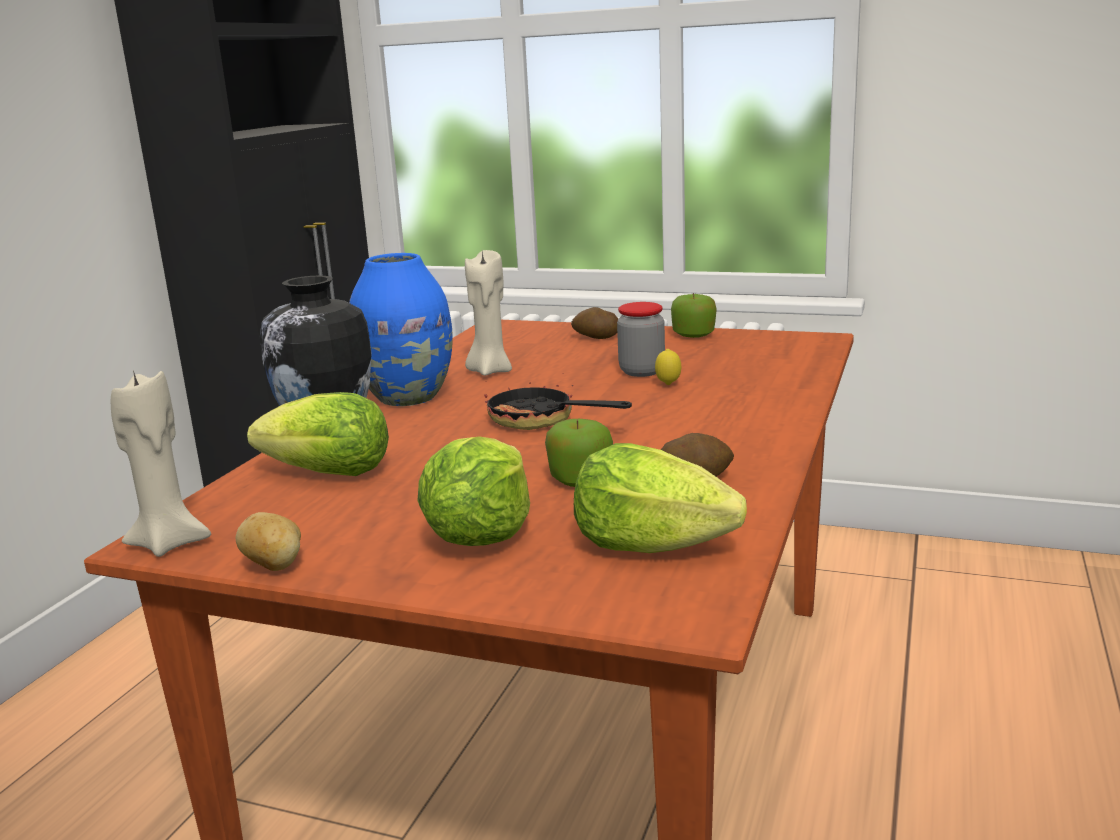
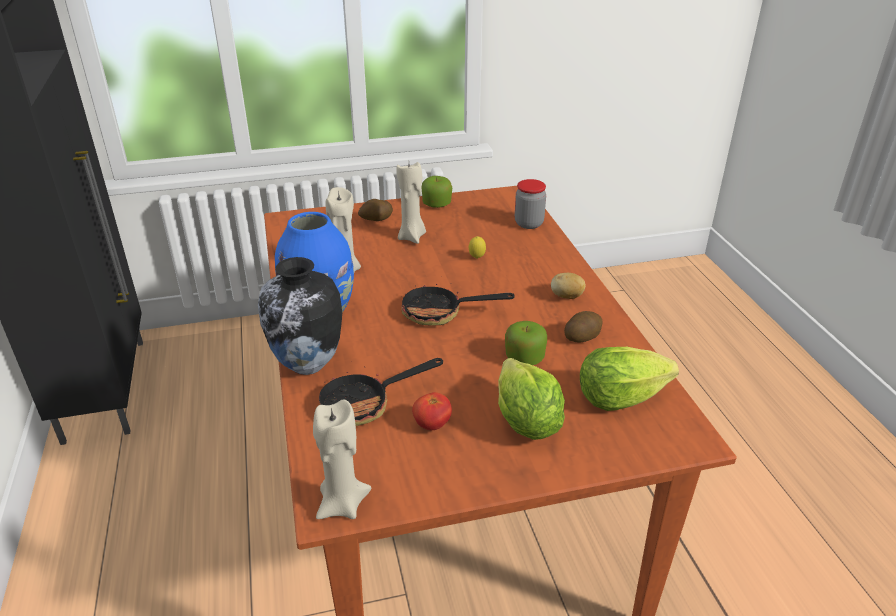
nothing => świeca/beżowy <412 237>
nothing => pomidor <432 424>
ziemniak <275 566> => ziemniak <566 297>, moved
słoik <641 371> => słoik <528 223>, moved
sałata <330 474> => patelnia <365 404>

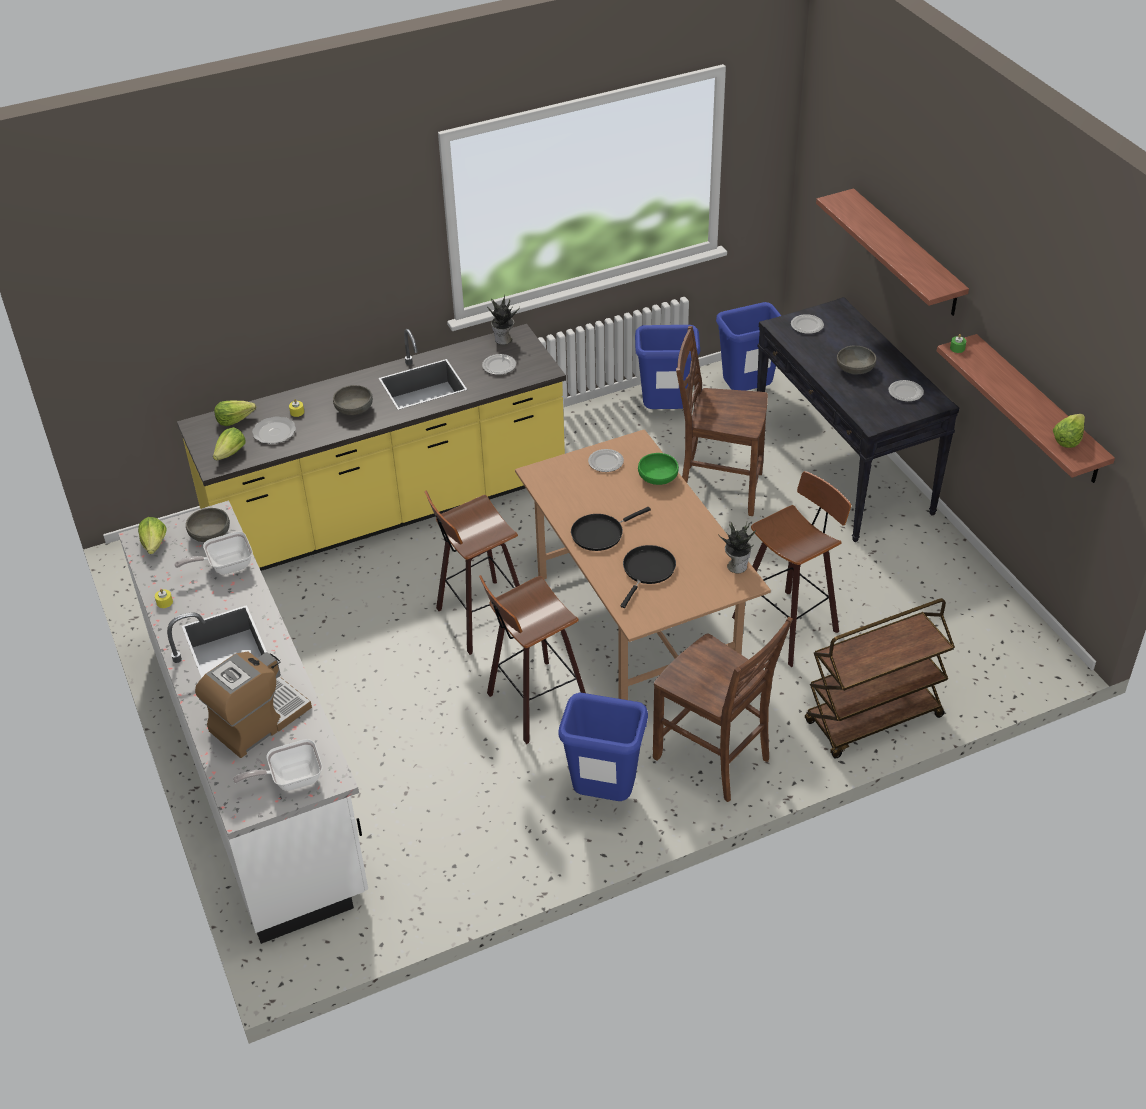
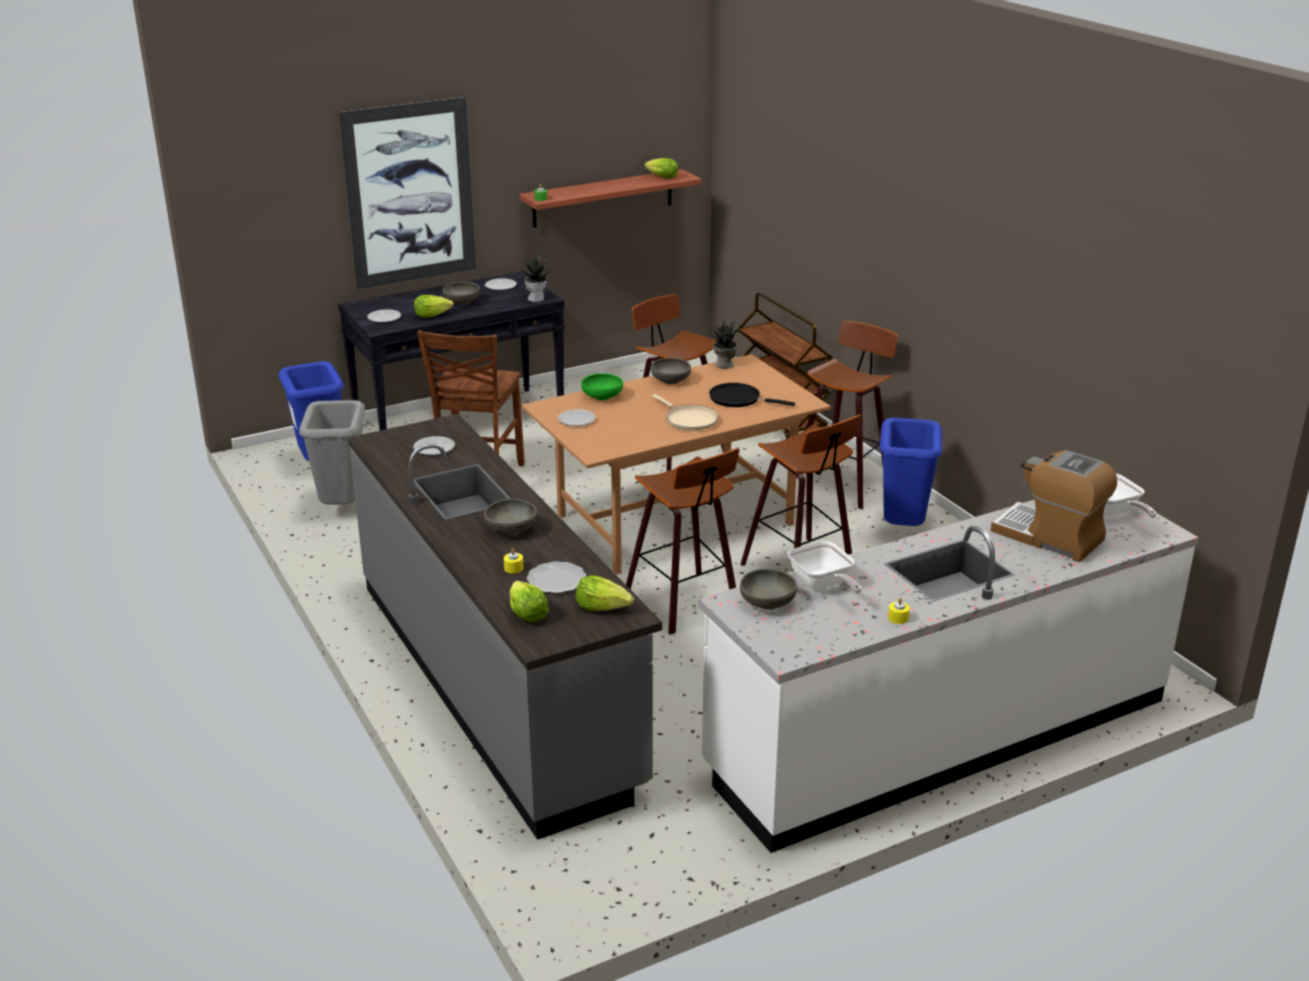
nothing => miska/szary <670 380>
sałata <154 544> => sałata <432 315>, moved
roślina doniczkowa <503 340> => roślina doniczkowa <536 298>, moved
krzesło/brązowy <714 759> => stołek <843 483>
półka <906 253> => obraz <410 193>
zabudowa kuchenna/żółty <389 511> => zabudowa kuchenna/szary <497 682>
patelnia/czarny <600 533> => patelnia/beżowy <689 420>
kosz na śmieci/niebieski <666 413> => kosz na śmieci/szary <343 509>

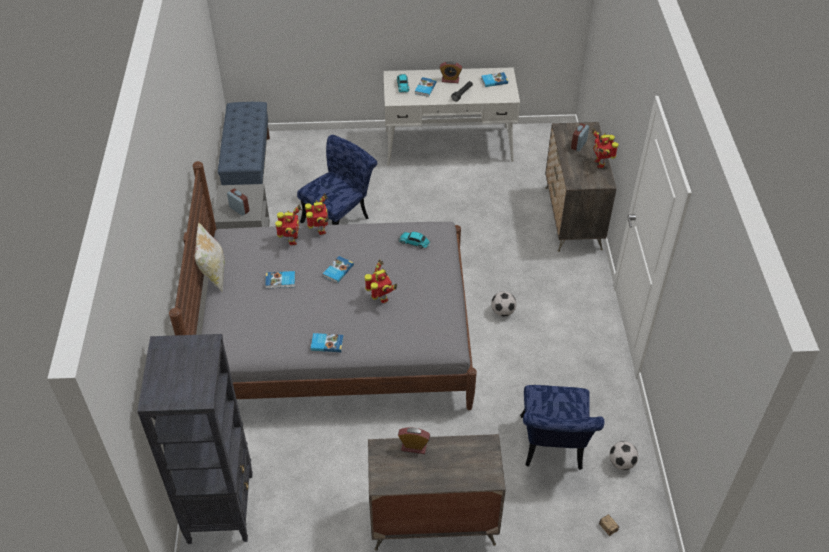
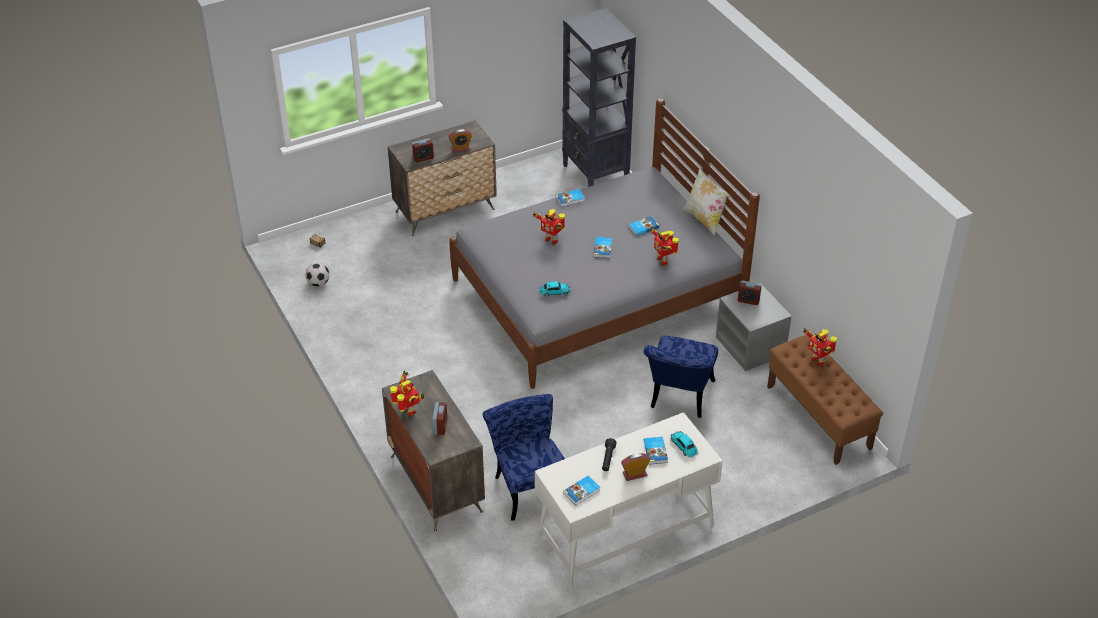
piłka futbolowa <503 312> => nothing
nothing => budzik <423 158>
robot zabawkowy <320 230> => robot zabawkowy <818 360>, moved
krzesło/niebieski <552 448> => krzesło/niebieski <528 485>, moved
ławka/niebieski <248 170> => ławka/brązowy <819 417>

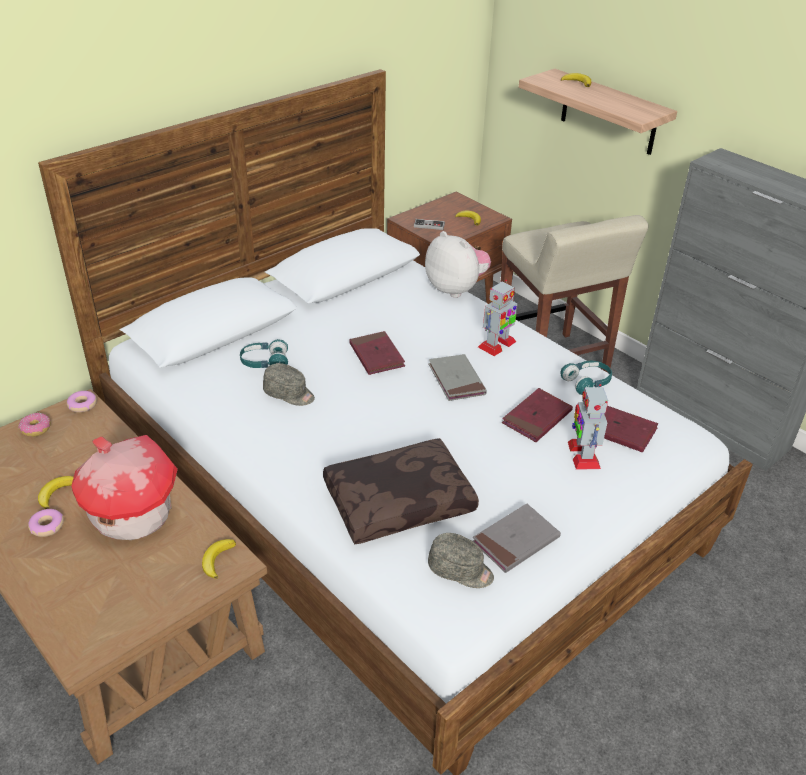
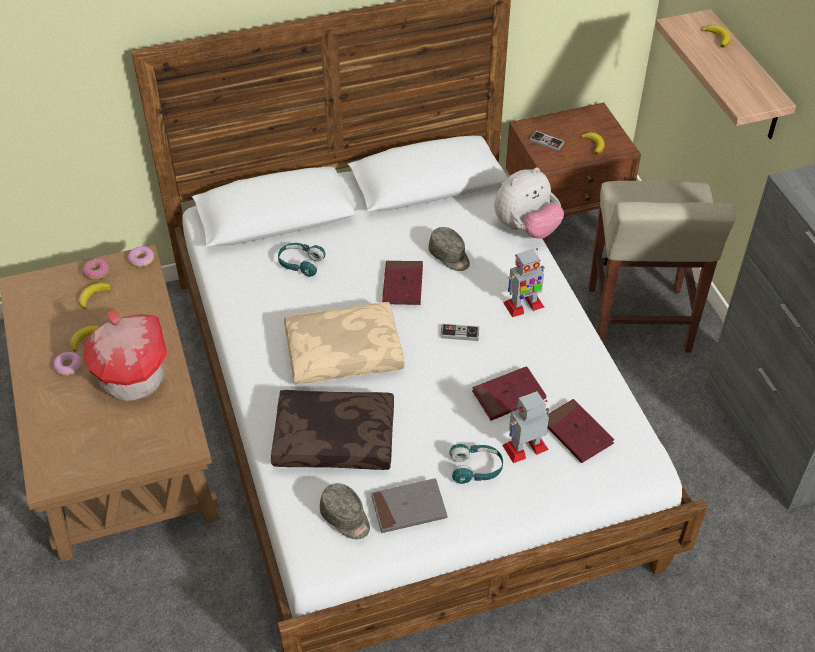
nothing => poduszka/beżowy <344 351>
banan <217 560> => banan <93 296>, moved
czapka z daszkiem/szary <289 394> => czapka z daszkiem/szary <449 256>, moved
słuchawki/turkusowy <587 383> => słuchawki/turkusowy <476 469>, moved
książka/szary <456 380> => pad do gier <459 333>
pluszak <456 289> => pluszak <526 228>, 75 degrees clockwise
robot zabawkowy <583 454> => robot zabawkowy <525 447>, 45 degrees clockwise

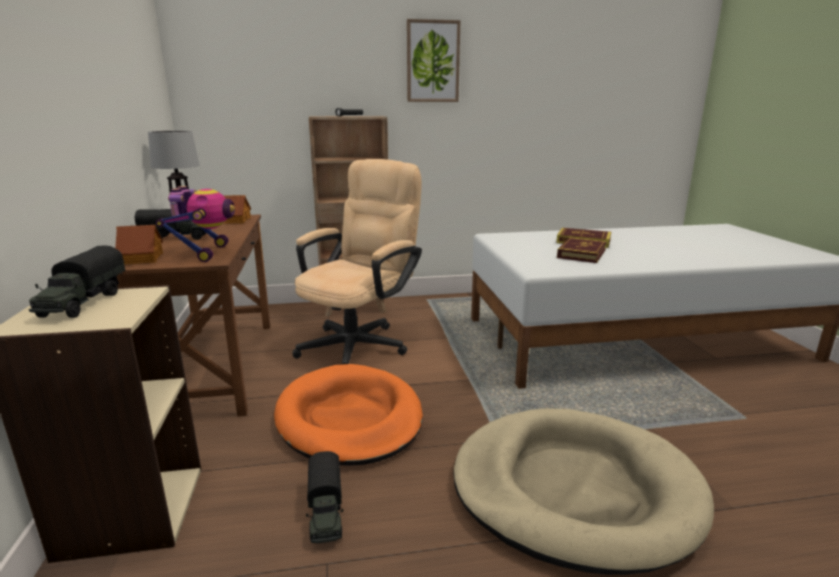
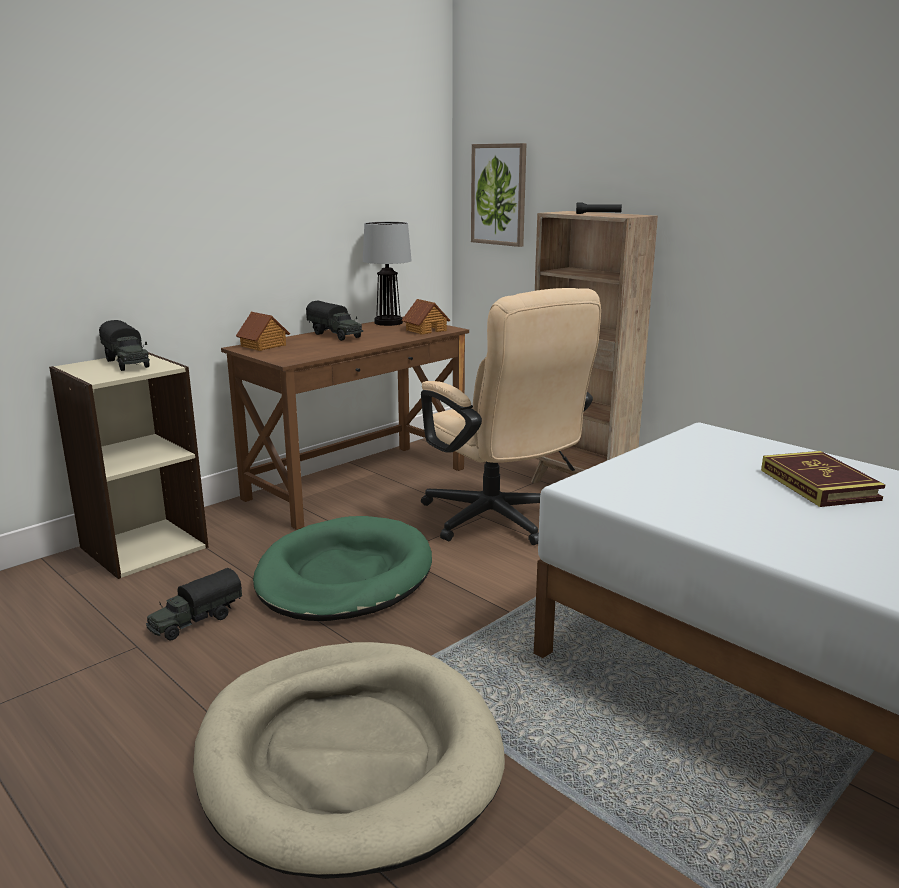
robot zabawkowy <205 253> => nothing
książka <581 253> => nothing
obraz <432 62> => obraz <499 194>, moved
legowisko/pomarańczowy <349 418> => legowisko/zielony <344 576>
ciężarówka zabawkowa <83 303> => ciężarówka zabawkowa <127 363>, 90 degrees counterclockwise
krzesło biurowe/beżowy <360 343> => krzesło biurowe/beżowy <500 522>, 60 degrees clockwise

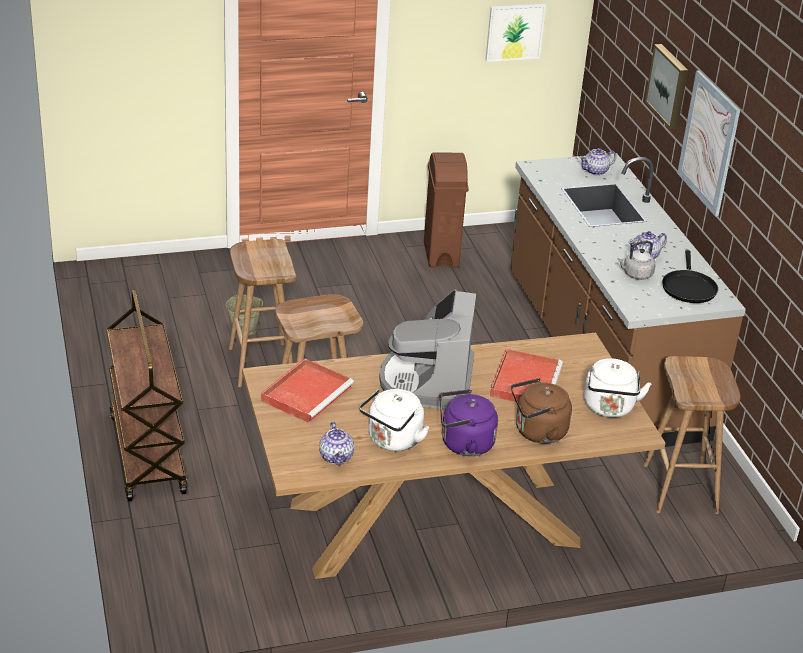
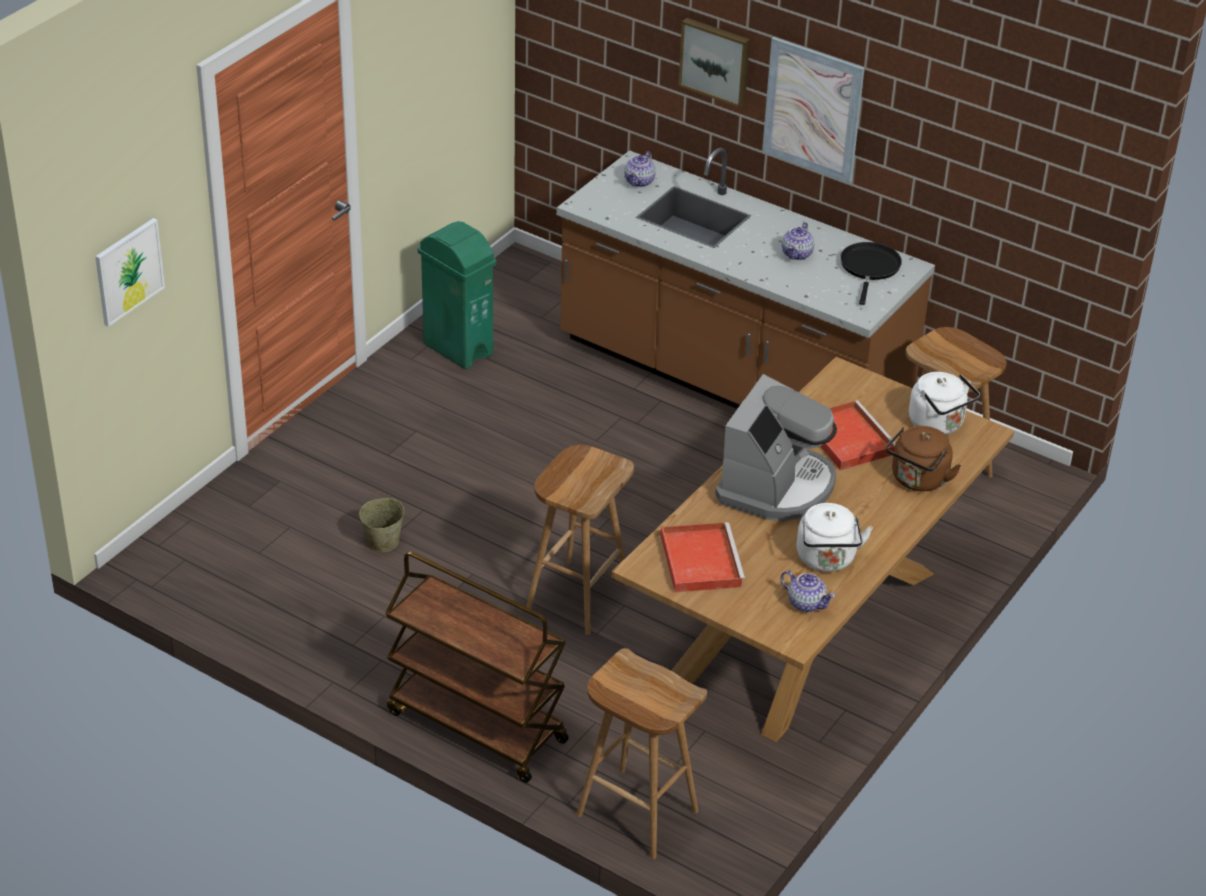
czajnik/fioletowy <463 444> => nothing
czajnik/szary <636 275> => nothing
stołek/brązowy <260 364> => stołek/brązowy <635 813>, moved
obraz <514 32> => obraz <128 271>, moved
kosz na śmieci/brązowy <441 254> => kosz na śmieci/zielony <458 349>
ekspres do kawy <428 381> => ekspres do kawy <776 486>, 120 degrees counterclockwise
patelnia/czarny <688 287> => patelnia/czarny <869 268>, 135 degrees counterclockwise

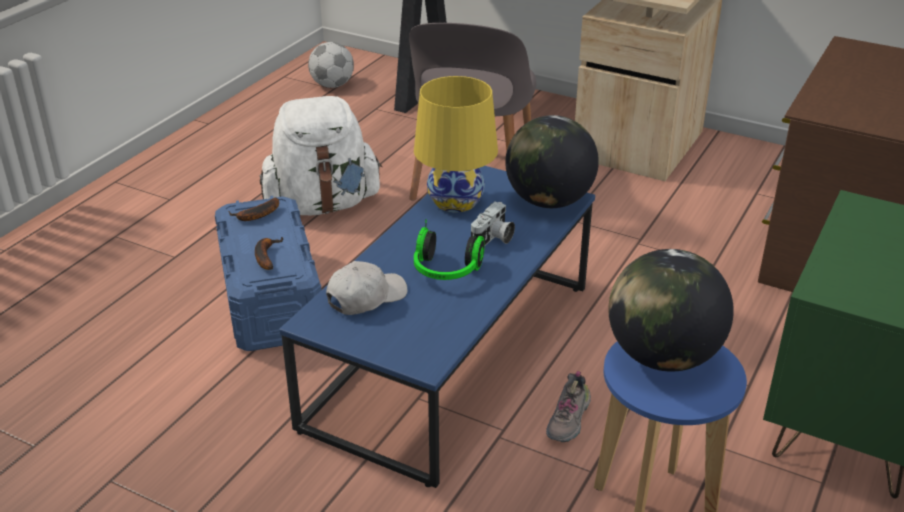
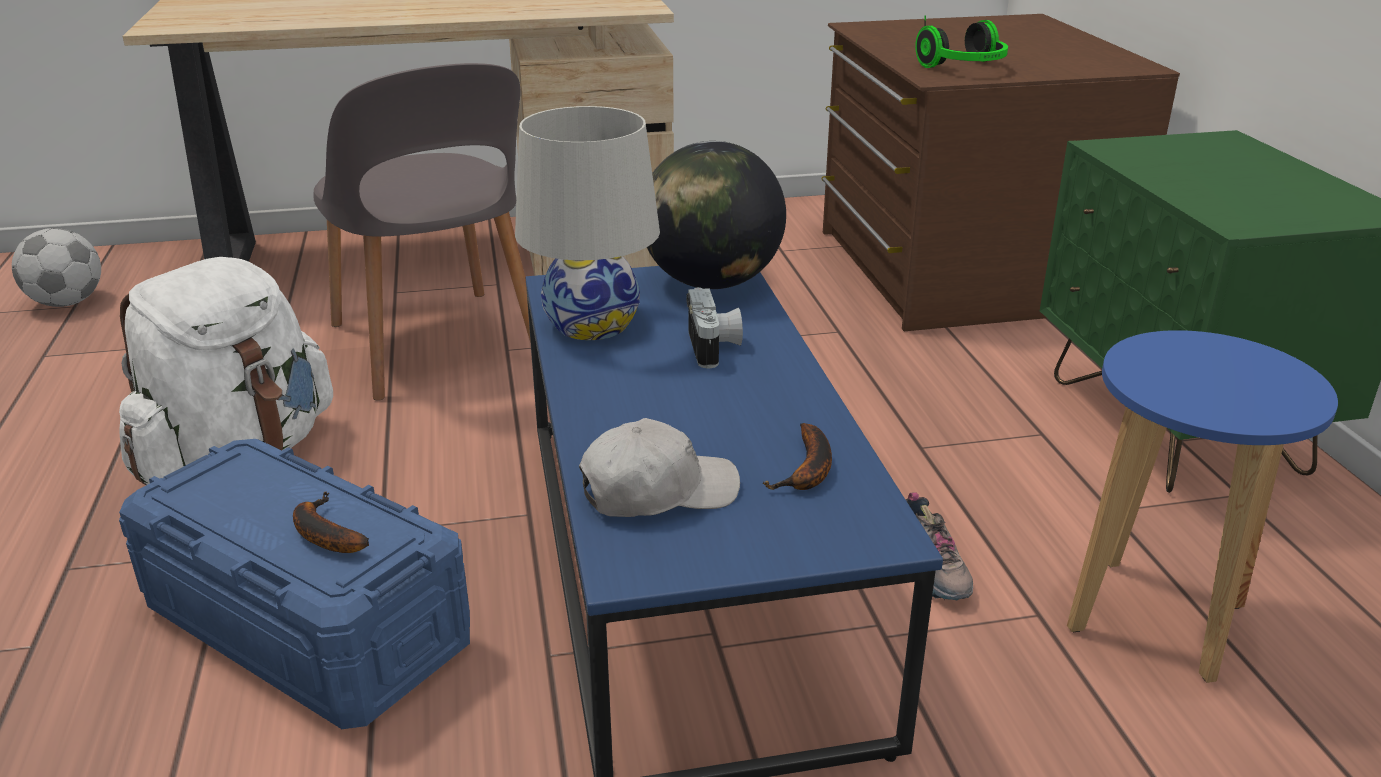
globus <663 357> => nothing
banan <256 216> => banan <808 470>, moved
słuchawki <445 271> => słuchawki <965 68>, moved
lampa stołowa/żółty <455 201> => lampa stołowa/biały <591 324>
czapka z daszkiem/biały <366 297> => czapka z daszkiem/biały <658 491>, 60 degrees clockwise

